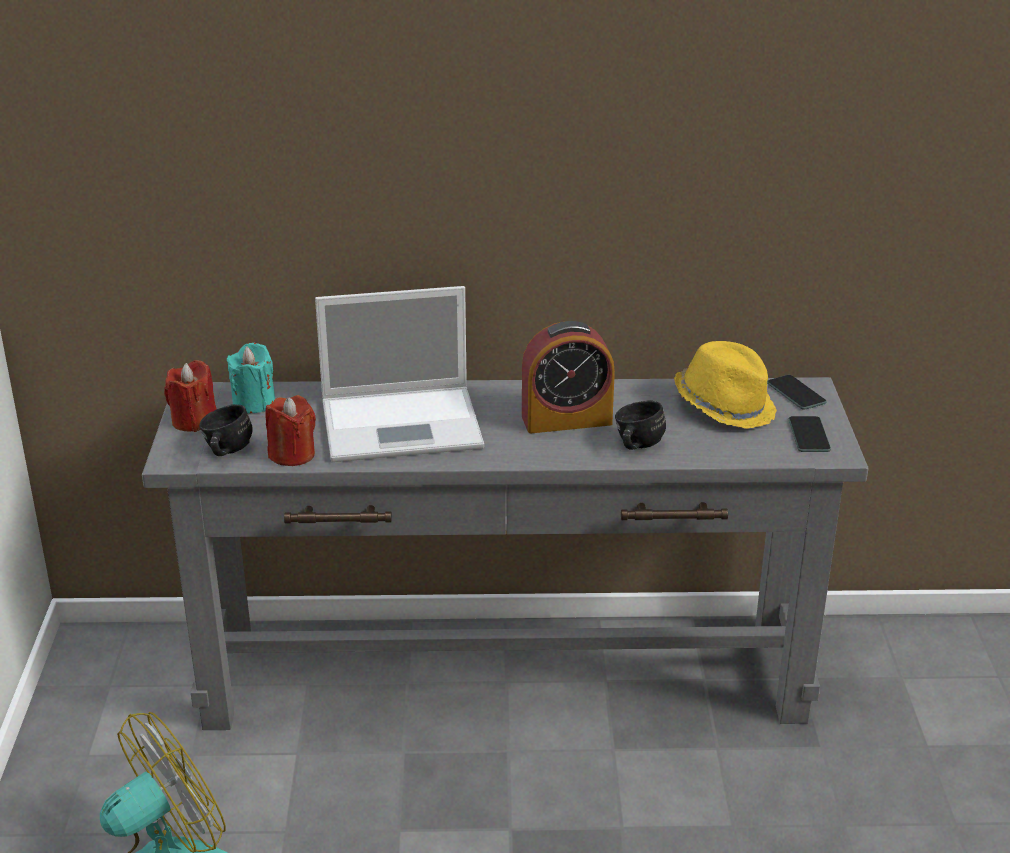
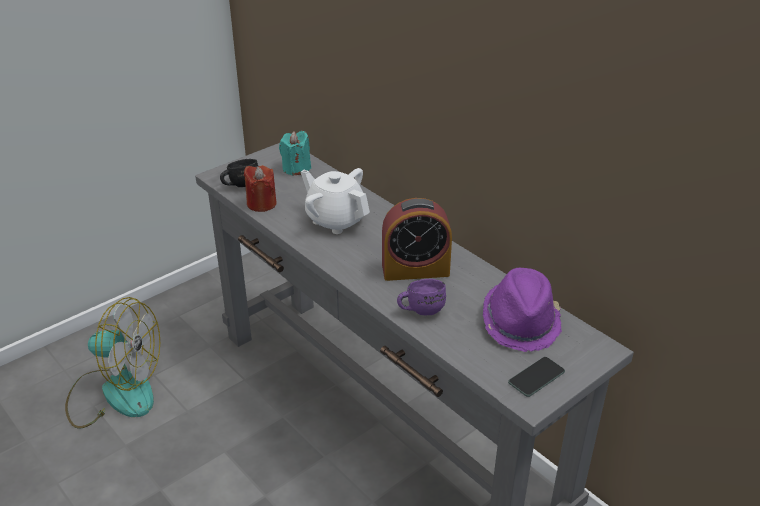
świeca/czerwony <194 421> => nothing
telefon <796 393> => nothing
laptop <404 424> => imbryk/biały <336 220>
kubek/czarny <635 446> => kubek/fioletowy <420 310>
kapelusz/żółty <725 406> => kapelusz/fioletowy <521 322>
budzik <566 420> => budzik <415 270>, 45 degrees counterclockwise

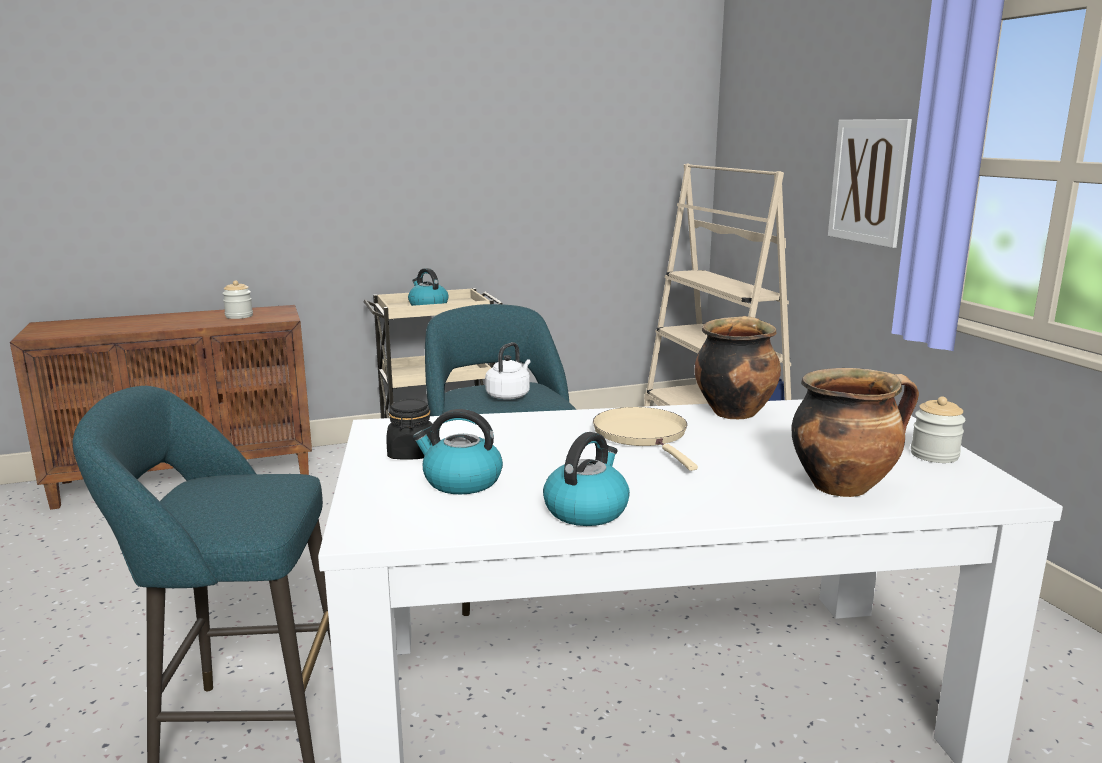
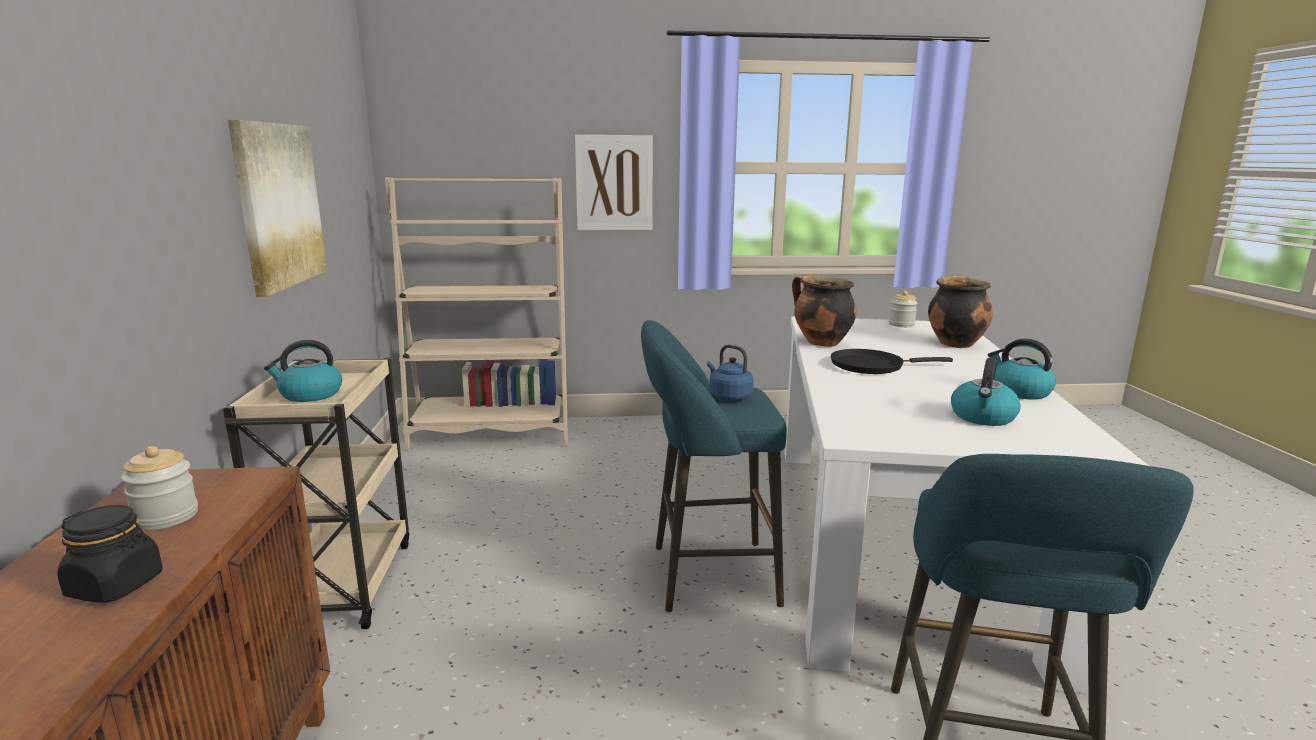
nothing => obraz <279 205>
słoik/czarny <411 454> => słoik/czarny <116 586>, moved
czajnik/biały <509 395> => czajnik/niebieski <728 396>
patelnia/beżowy <643 435> => patelnia/czarny <871 366>

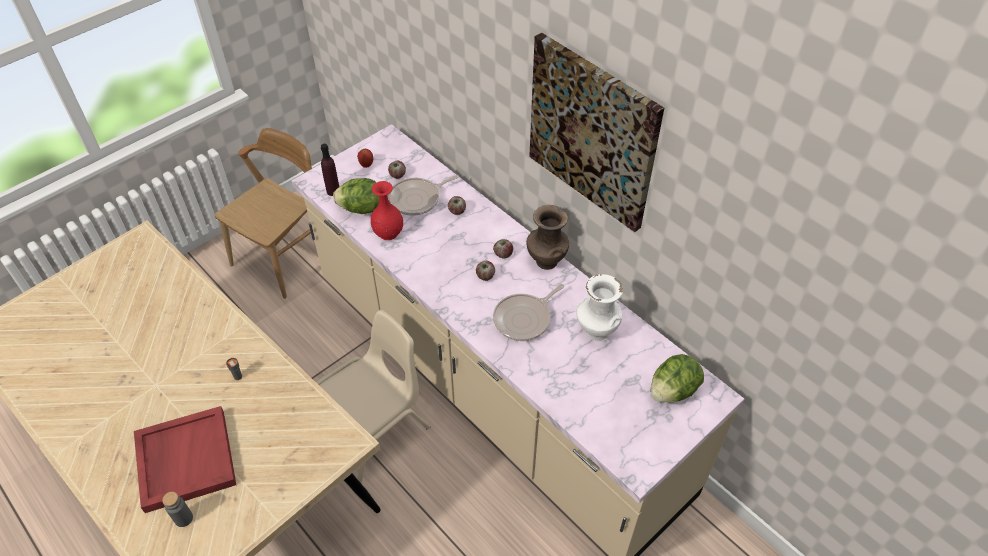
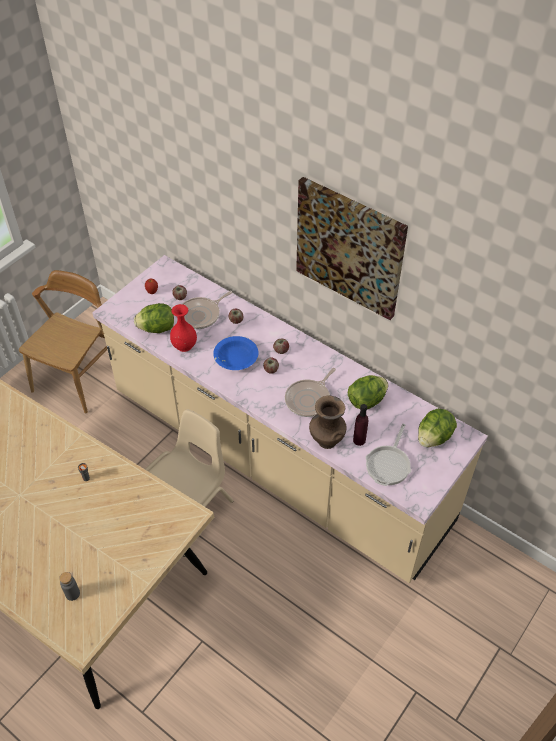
taca/czerwony <185 460> => nothing
nothing => miska/niebieski <236 358>
nothing => patelnia <389 464>
butelka/fioletowy <333 191> => butelka/fioletowy <359 440>, moved
wazon/brązowy <546 261> => wazon/brązowy <326 440>, moved
wazon/biały <596 331> => sałata <366 401>

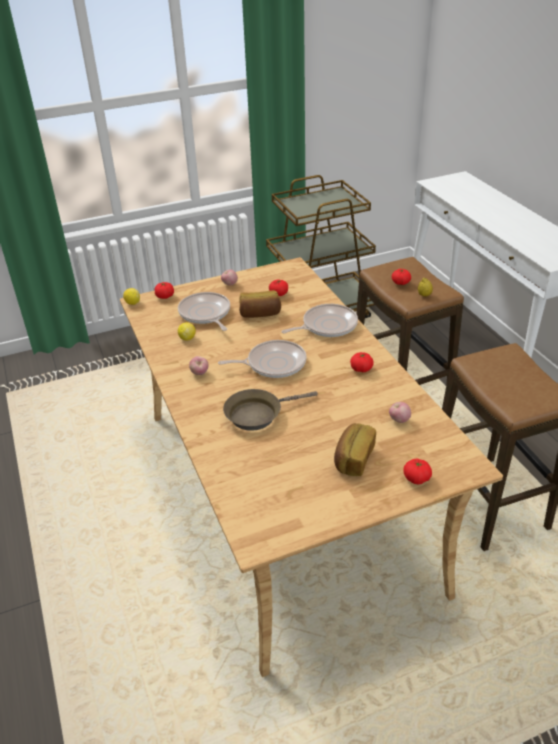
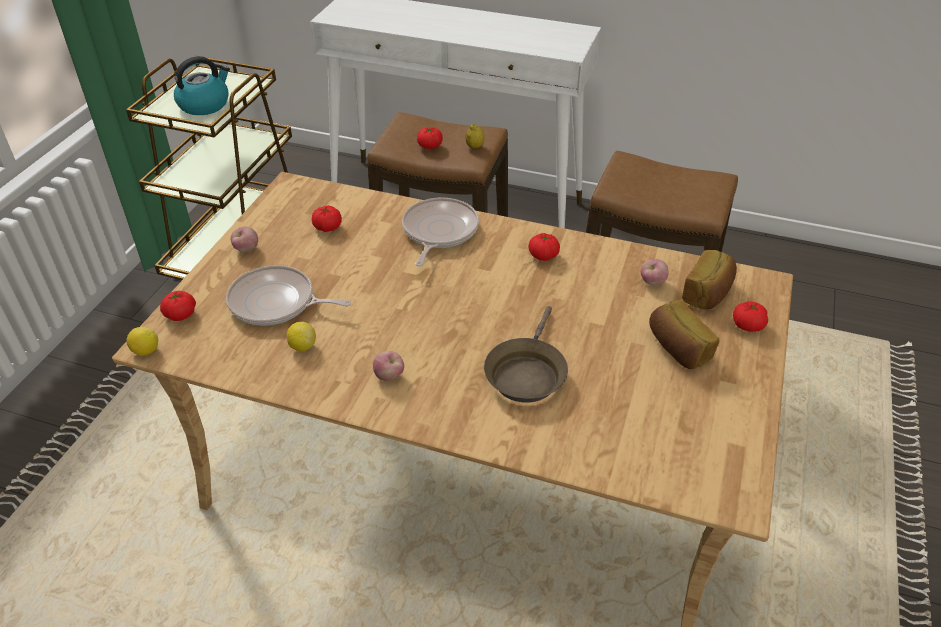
patelnia <273 364> => nothing
nothing => czajnik <205 104>
chleb <260 314> => chleb <708 293>, moved

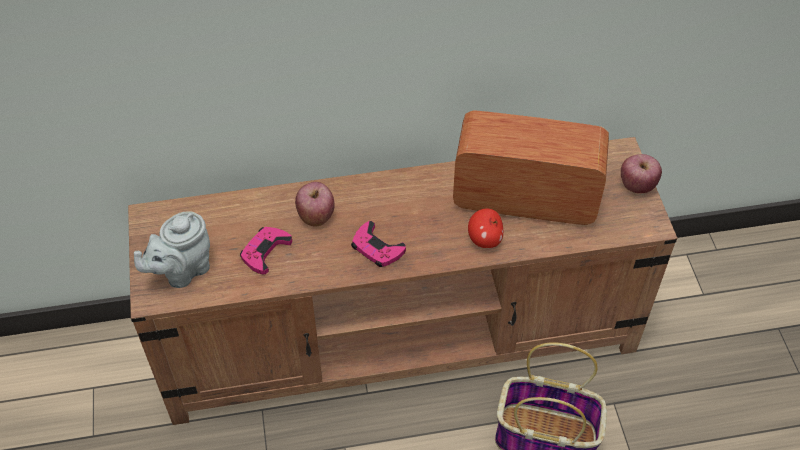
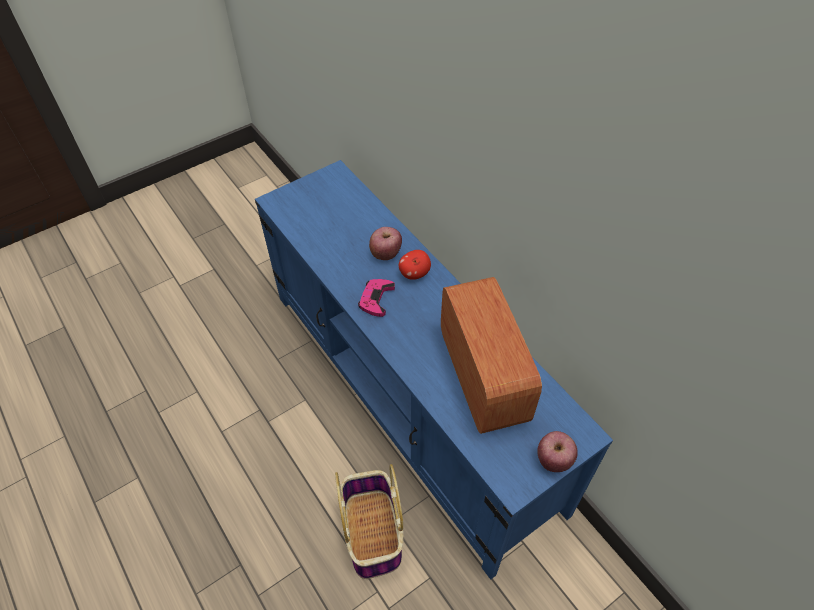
imbryk/szary <182 270> => nothing
pad do gier/różowy <265 251> => nothing
jabłko <484 239> => jabłko <414 273>, moved
szafka pod telewizor/brązowy <401 336> => szafka pod telewizor/niebieski <410 397>

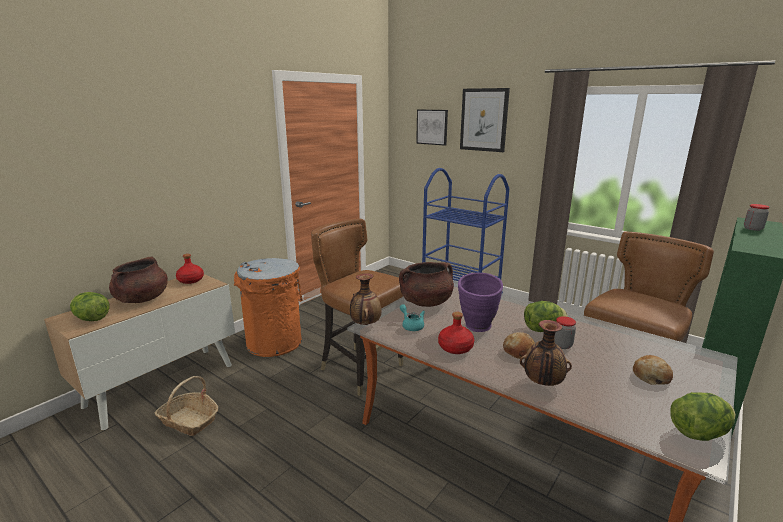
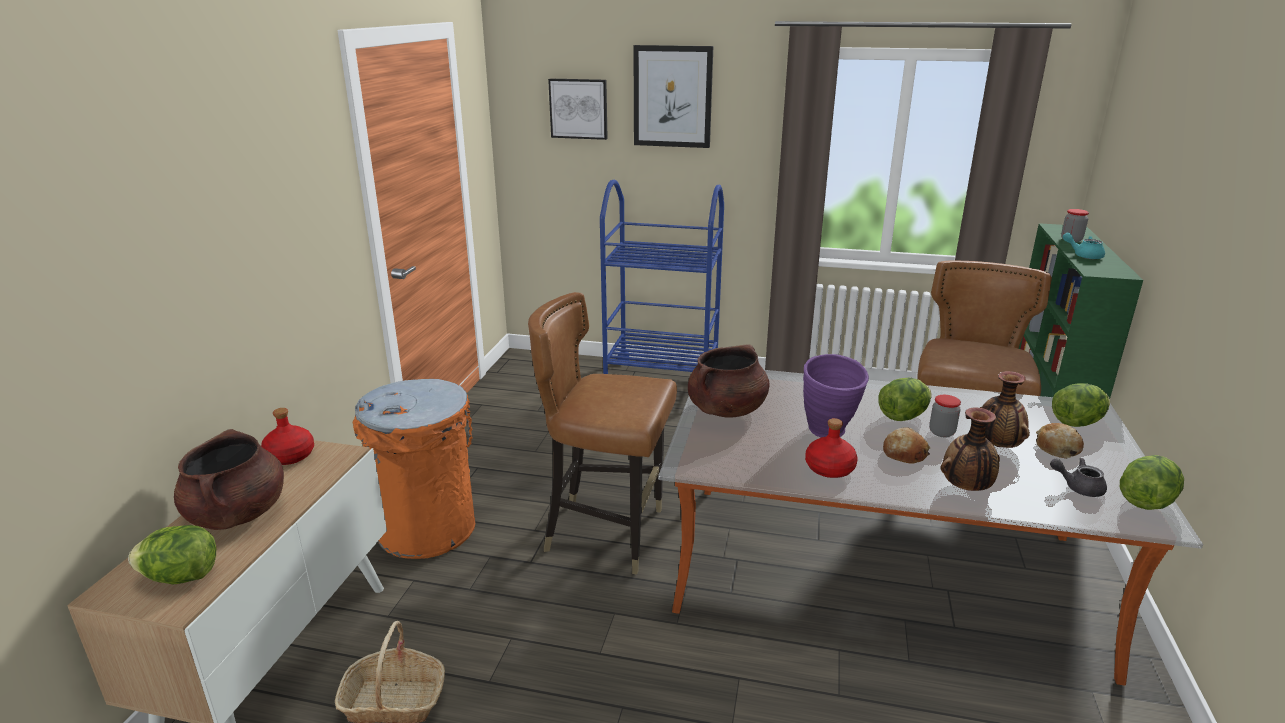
nothing => imbryk/szary <1078 487>
nothing => sałata <1076 422>
wazon <365 324> => wazon <996 446>, moved
imbryk/turkusowy <411 325> => imbryk/turkusowy <1083 255>, moved

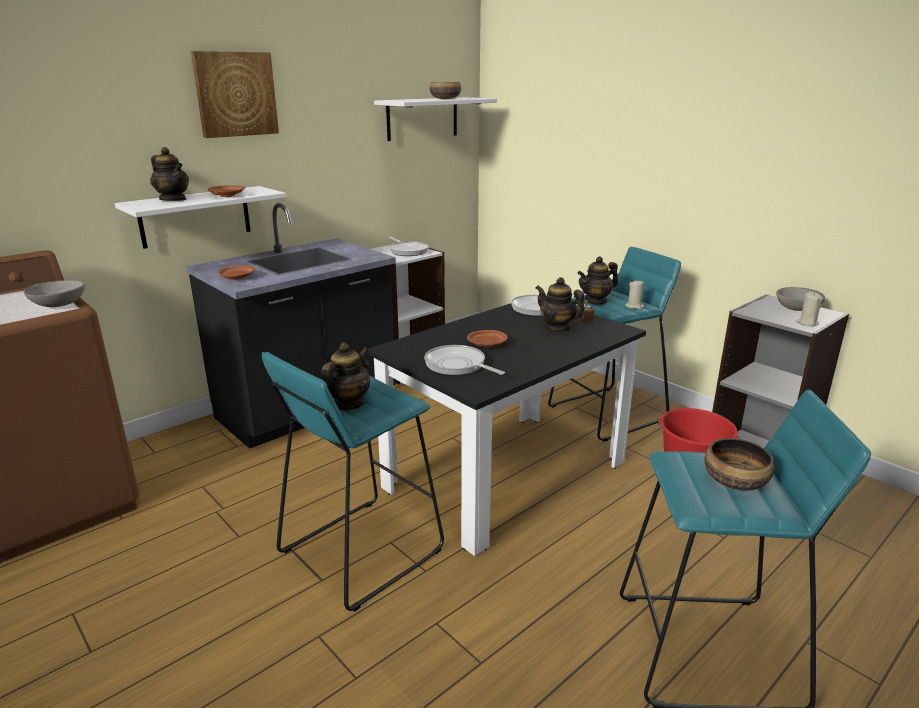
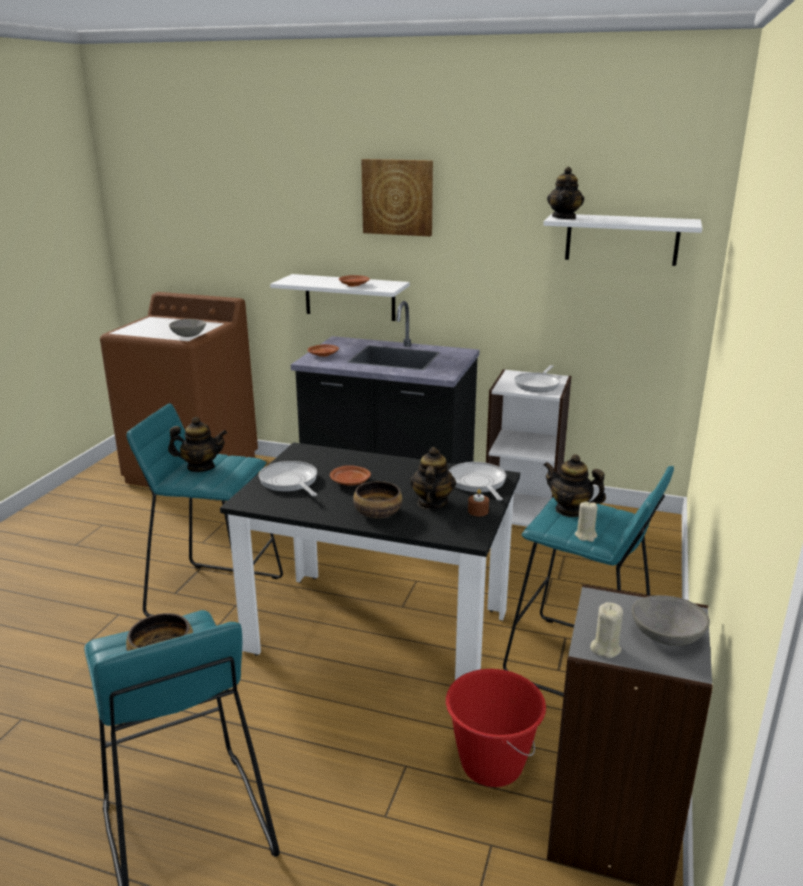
imbryk <173 199> => imbryk <564 218>, moved
miska <445 99> => miska <377 512>, moved
patelnia <458 365> => patelnia <290 482>, 45 degrees counterclockwise

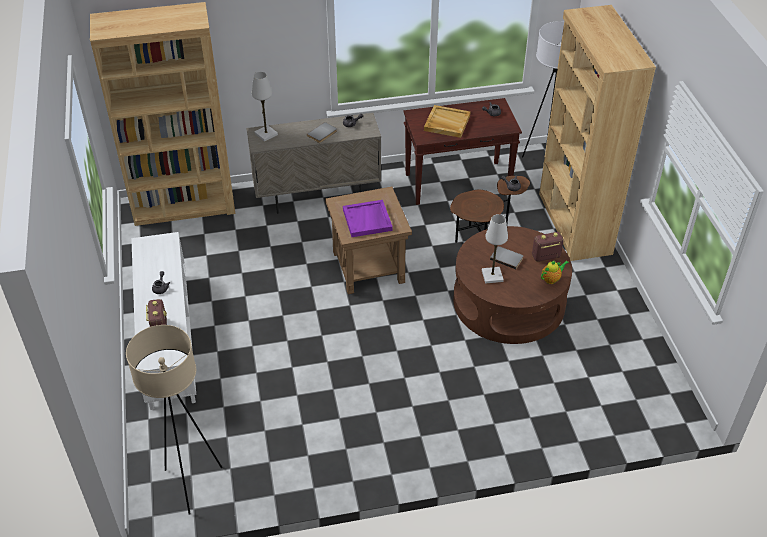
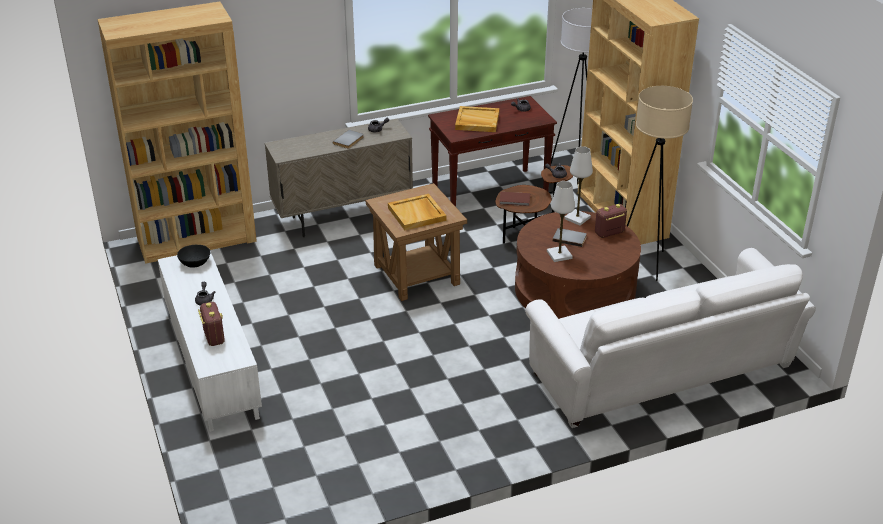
imbryk <551 279> => nothing
nothing => miska/czarny <195 263>
nothing => książka/brązowy <515 200>
nothing => kanapa/biały <664 374>
lampa stojąca/beżowy <192 484> => lampa stojąca/beżowy <645 263>, moved
lampa stołowa/biały <266 134> => lampa stołowa/biały <577 218>, moved
taca/fioletowy <367 220> => taca/beżowy <417 214>

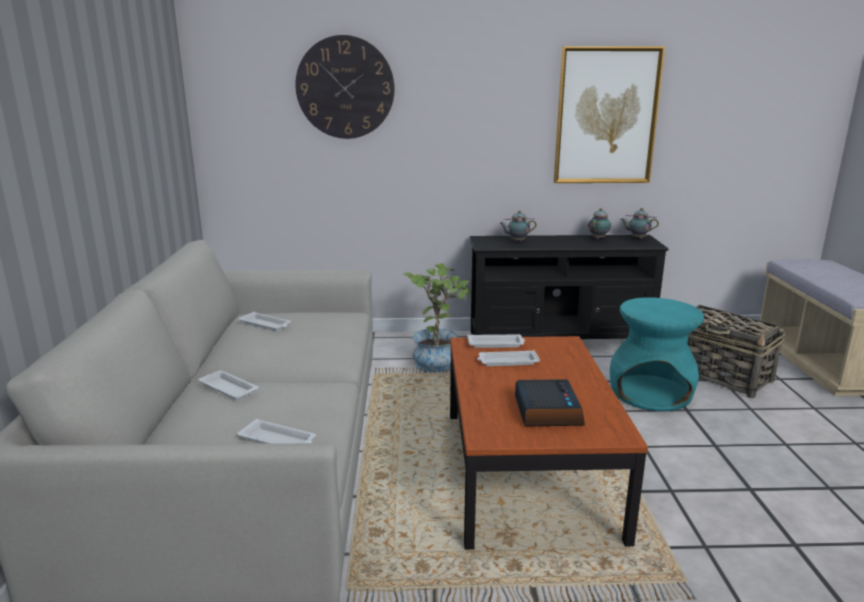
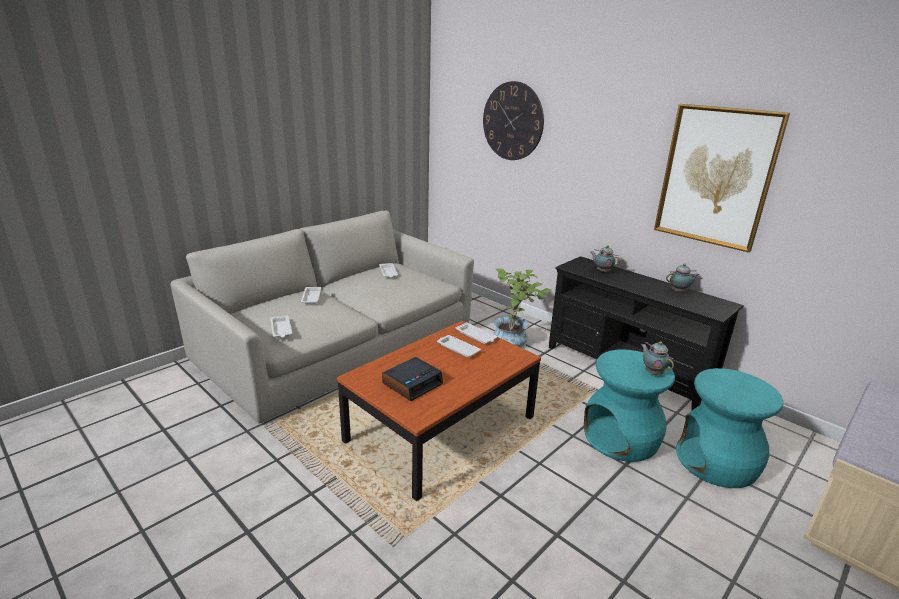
imbryk <637 238> => imbryk <652 372>, moved
koszyk <720 375> => stołek/turkusowy <717 462>

